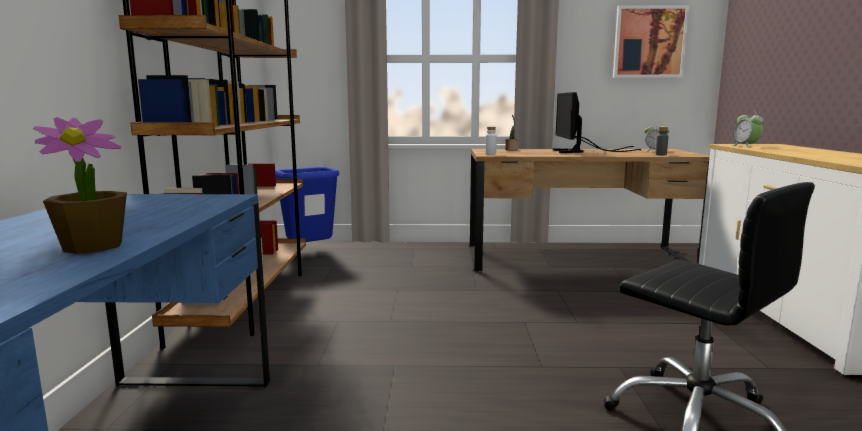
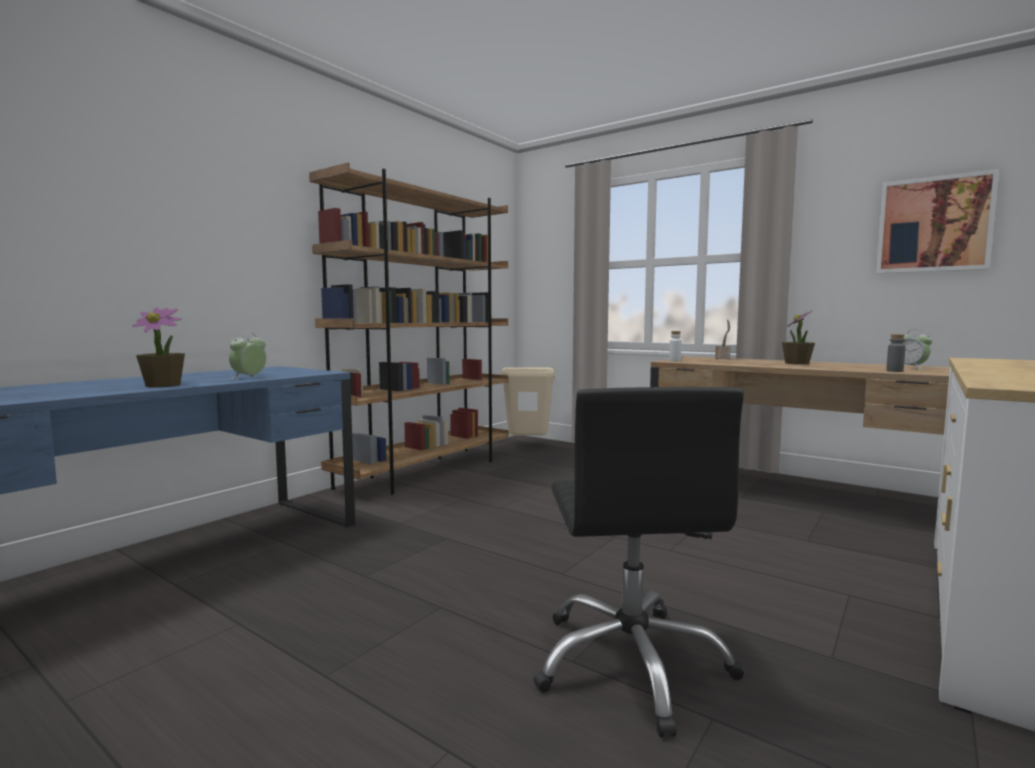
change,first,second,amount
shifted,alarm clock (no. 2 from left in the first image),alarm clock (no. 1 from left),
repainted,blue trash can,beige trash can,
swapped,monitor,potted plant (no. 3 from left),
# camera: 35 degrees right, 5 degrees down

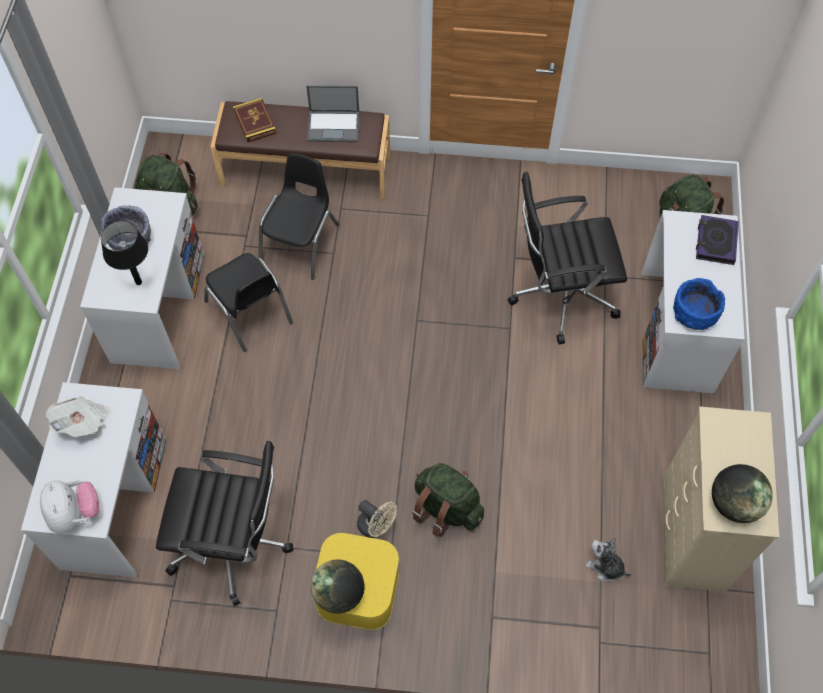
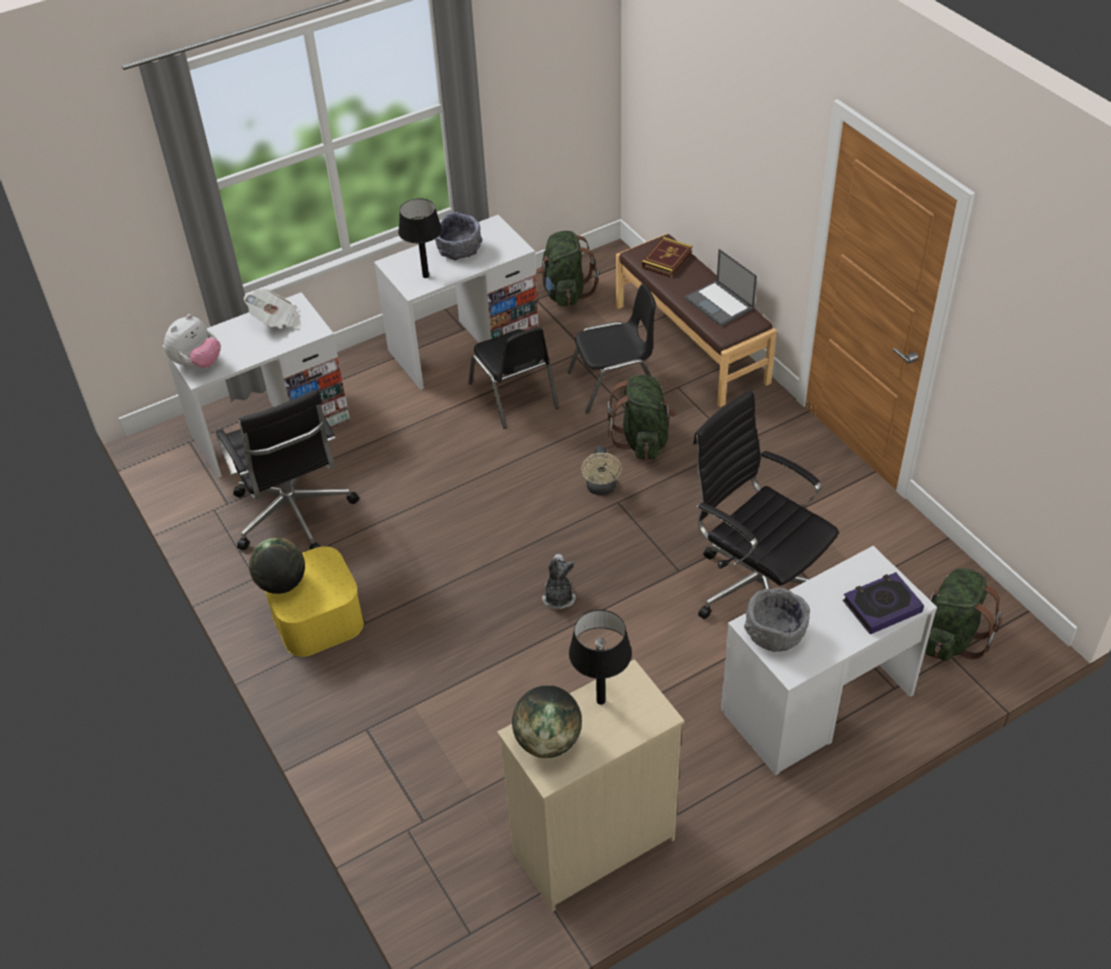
change,first,second,amount
rotated,black chair (no. 1 from left),,45 degrees counterclockwise
shifted,plush toy (no. 2 from left),,
new,,black table lamp (no. 2 from left),
shifted,beige fan,,
shifted,green backpack (no. 2 from left),,
repainted,blue bowl,grey bowl (no. 2 from left),
# camera: 55 degrees right, 15 degrees down

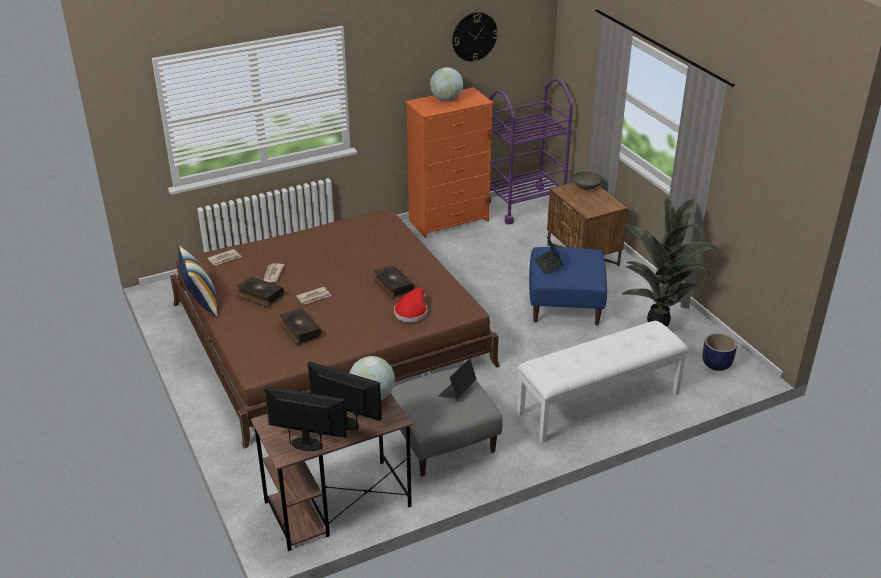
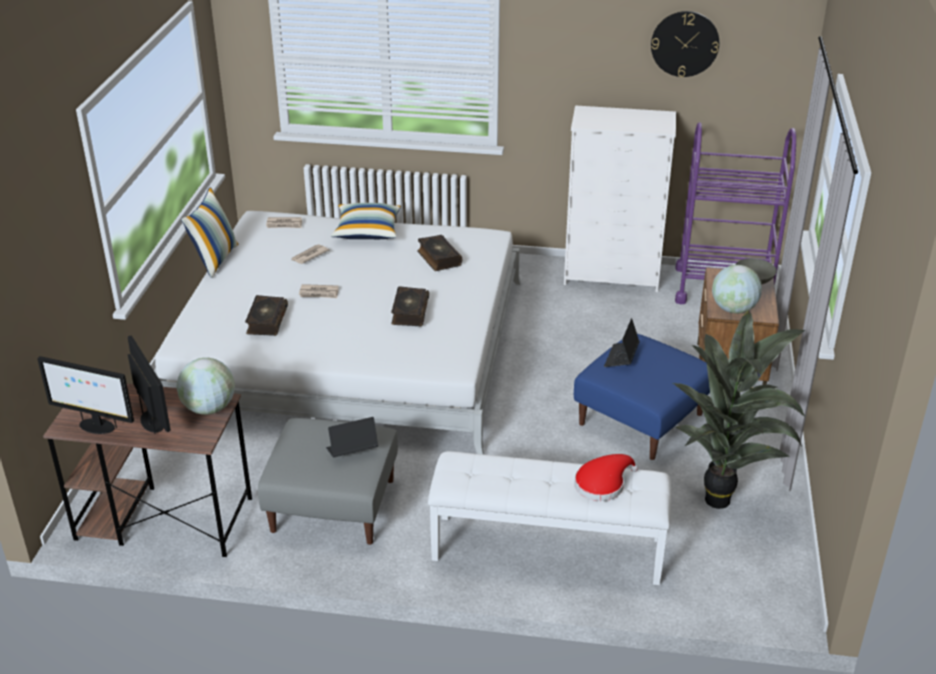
change,first,second,amount
rotated,monitor (no. 1 from left),,150 degrees clockwise
repainted,brown bed,white bed,
new,,pillow (no. 2 from left),
shifted,book (no. 1 from left in the first image),book (no. 3 from left),
repainted,orange dresser,white dresser,
shifted,red hat,,
shifted,globe (no. 2 from left),,
gone,planter,,
# camera: 35 degrees right, 0 degrees up

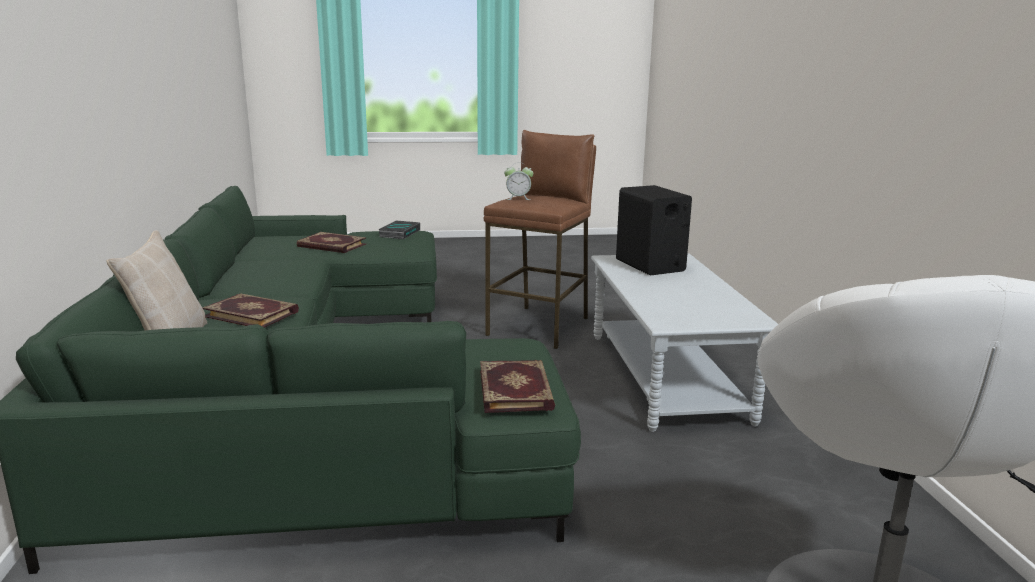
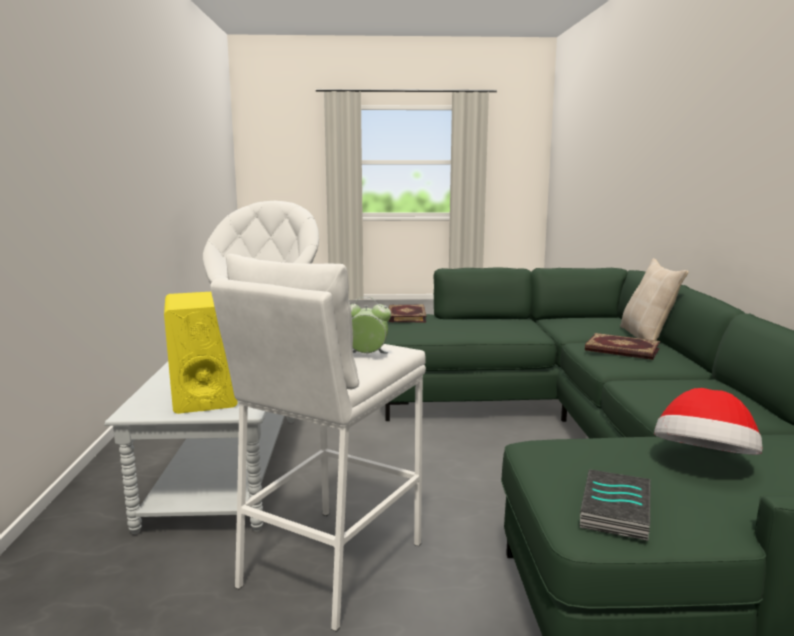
change,first,second,amount
repainted,black speaker,yellow speaker,
repainted,brown stool,white stool,
swapped,book (no. 2 from left),hat,
# camera: 175 degrees left, 5 degrees down

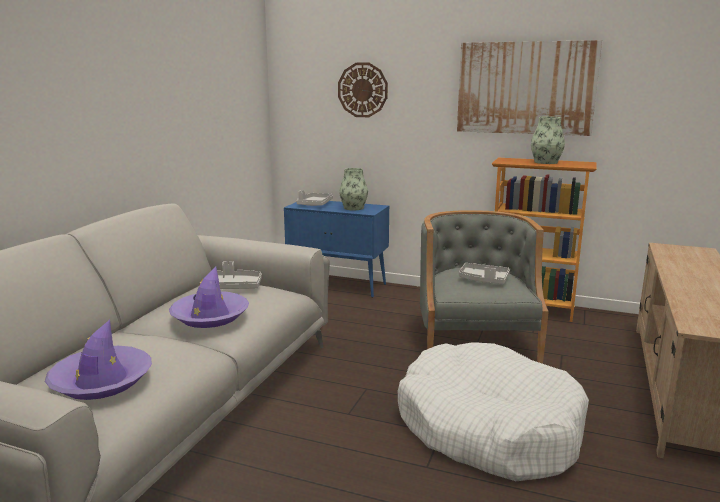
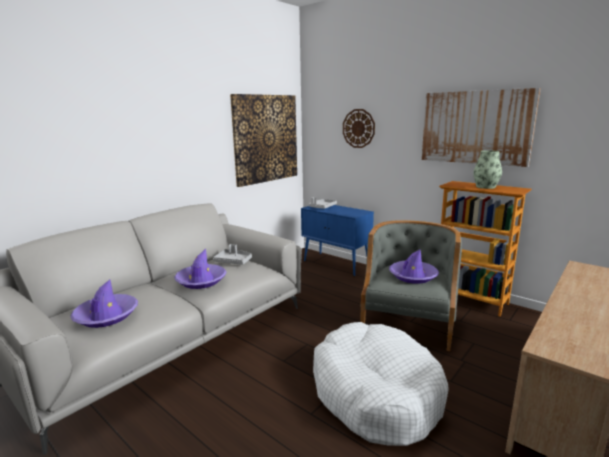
change,first,second,amount
new,,picture (no. 1 from left),
swapped,grey tray (no. 3 from left),purple hat (no. 3 from left),
gone,vase (no. 1 from left),,
# camera: 20 degrees right, 0 degrees up

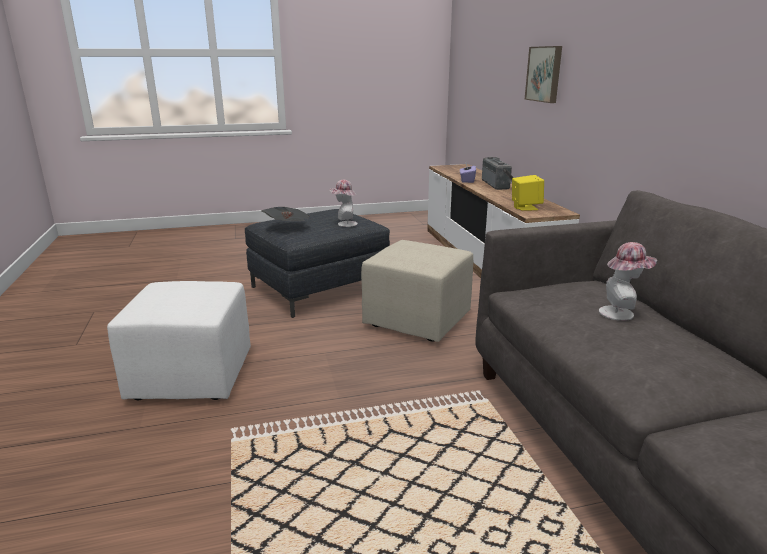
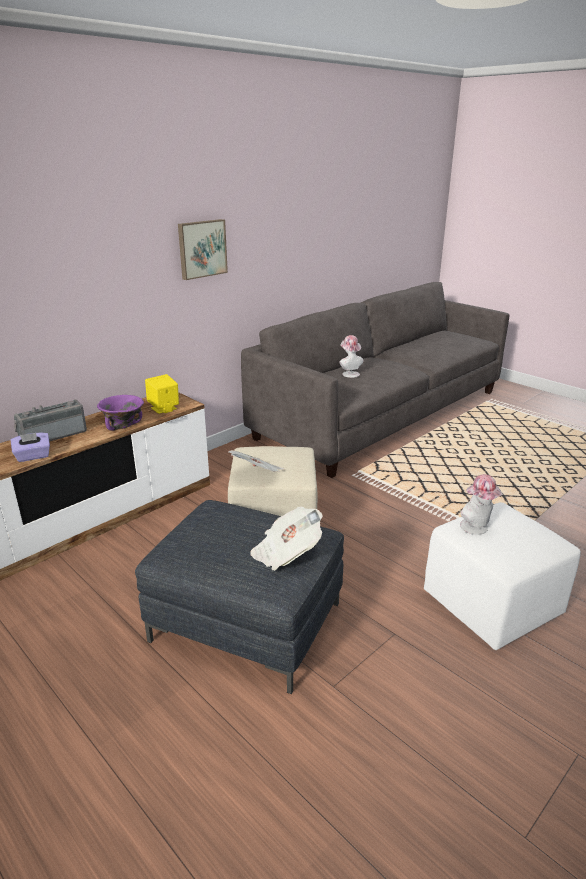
change,first,second,amount
new,,purple bowl,
shifted,picture,,
new,,newspaper (no. 1 from left),
shifted,hat (no. 1 from left in the first image),hat (no. 2 from left),
# camera: 120 degrees left, 5 degrees up

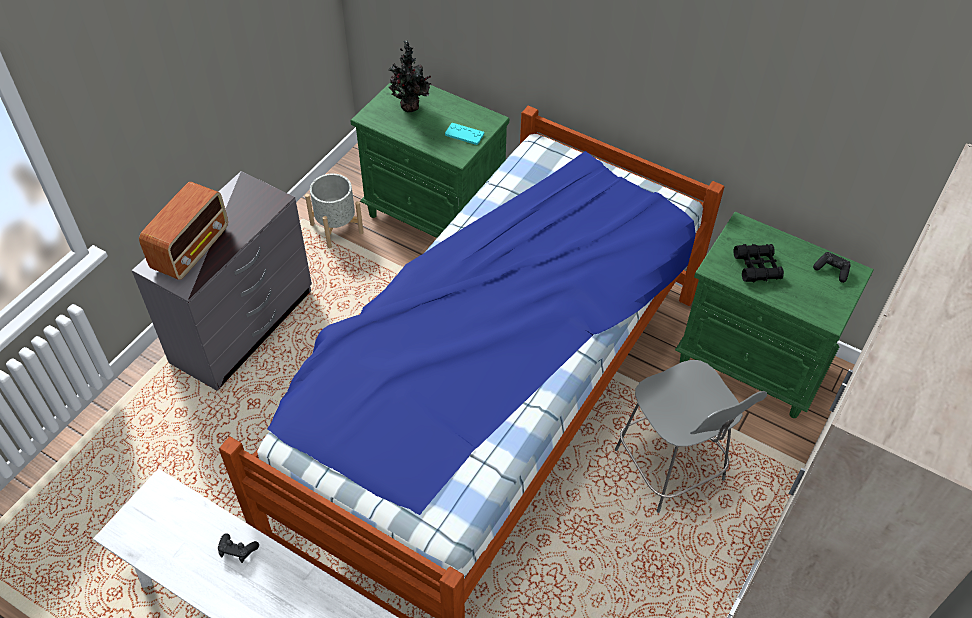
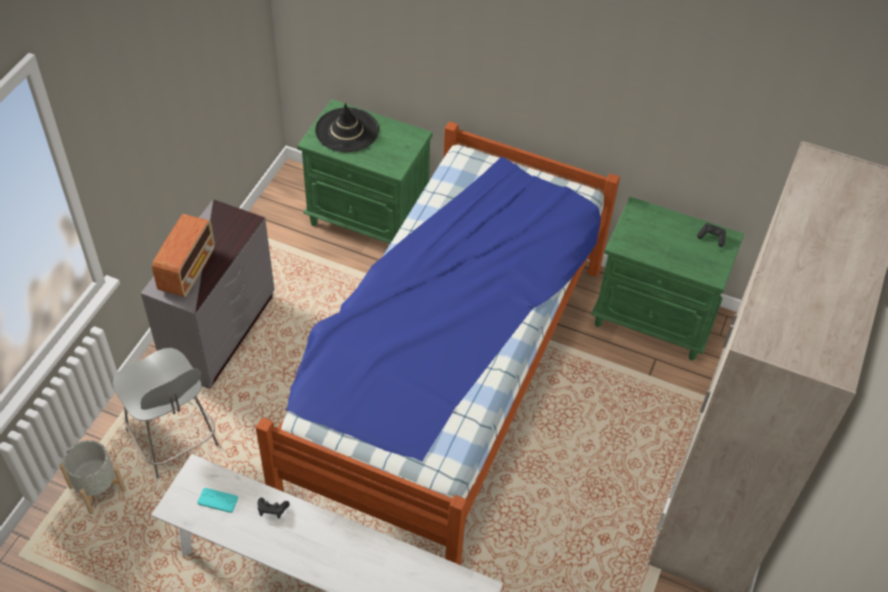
change,first,second,amount
shifted,grey planter,,
shifted,grey chair,,
shifted,turquoise game controller,,
swapped,potted plant,black hat,
gone,black binoculars,,
# camera: 10 degrees left, 0 degrees up

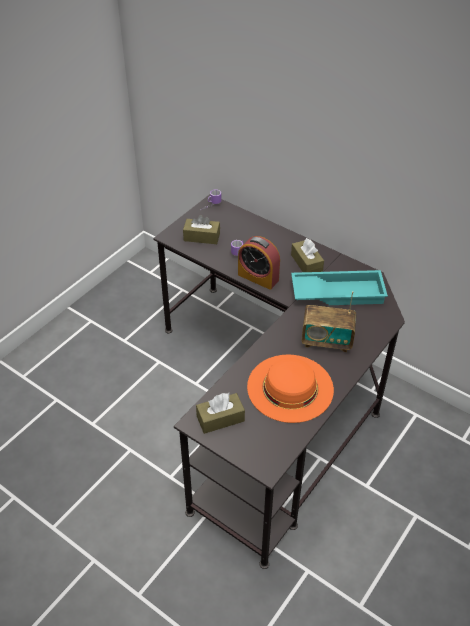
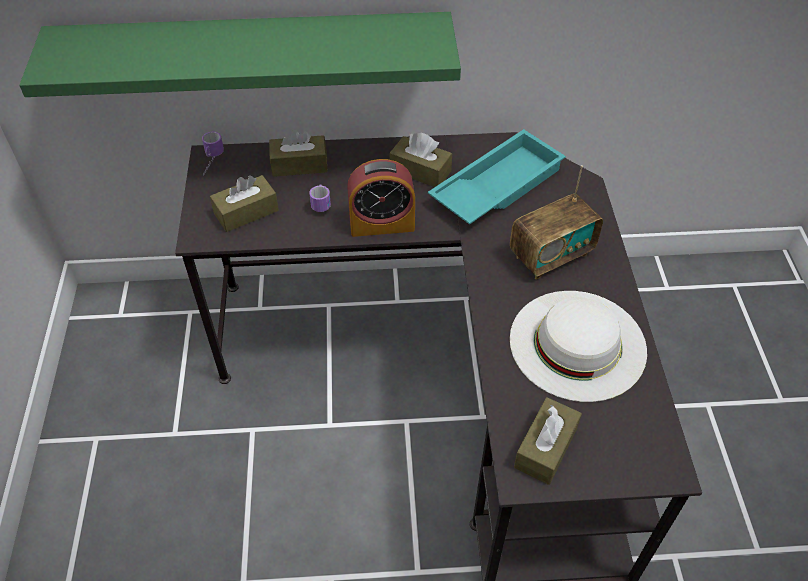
change,first,second,amount
new,,green shelf,
new,,brown tissue box (no. 2 from left),
repainted,orange hat,white hat,
# camera: 40 degrees left, 5 degrees up

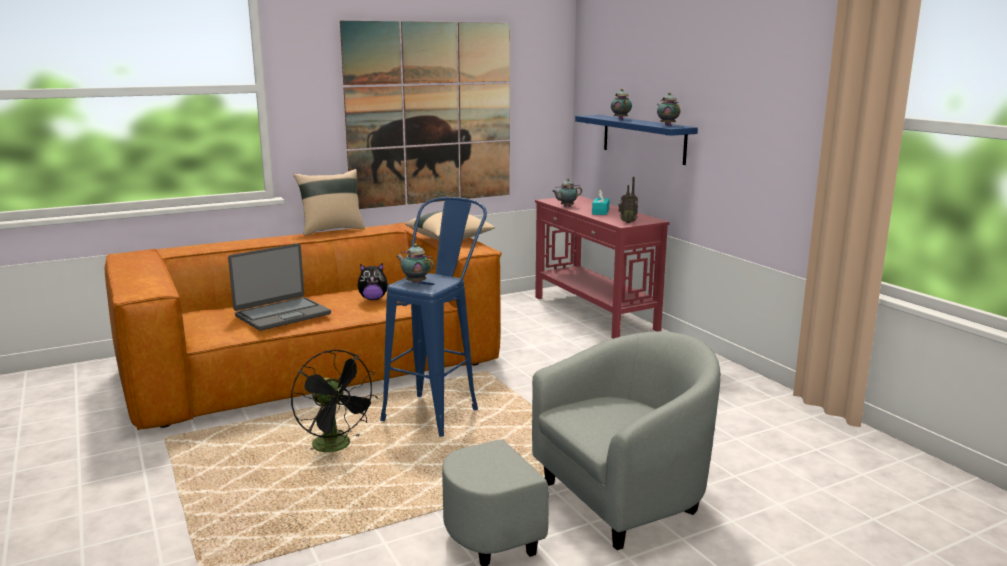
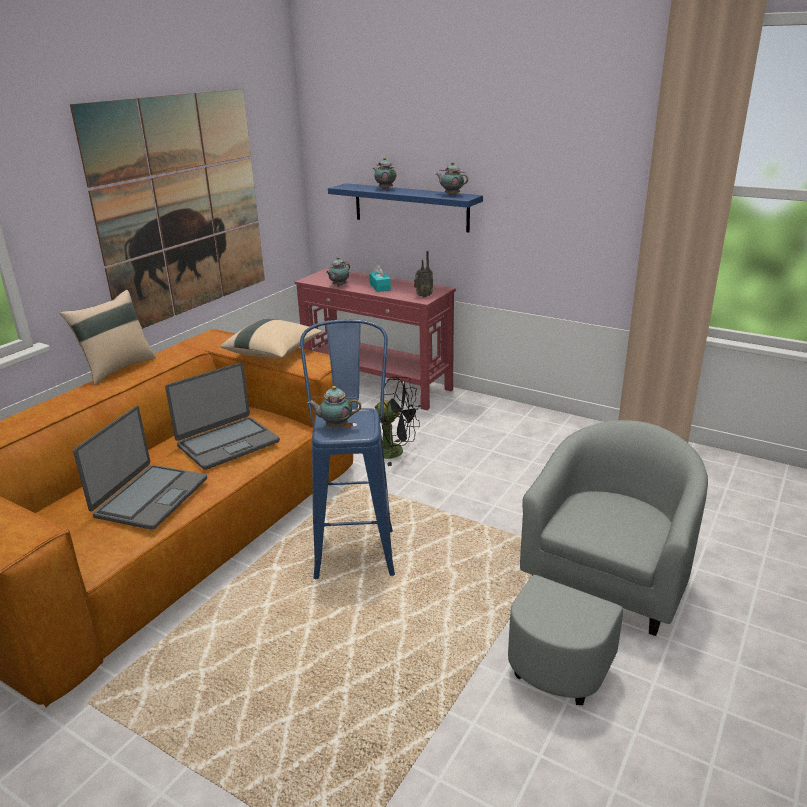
change,first,second,amount
swapped,plush toy,laptop (no. 2 from left),
shifted,black fan,,
# camera: 30 degrees left, 10 degrees up

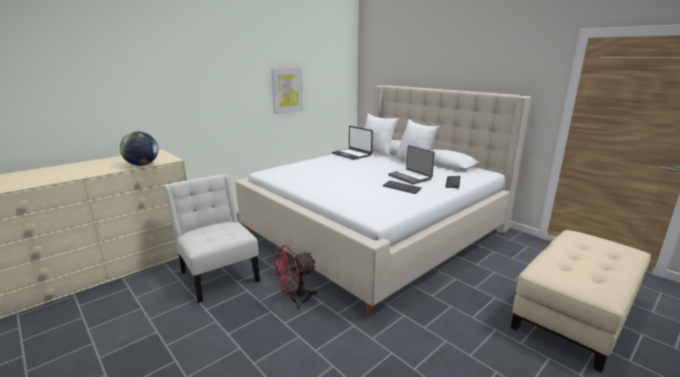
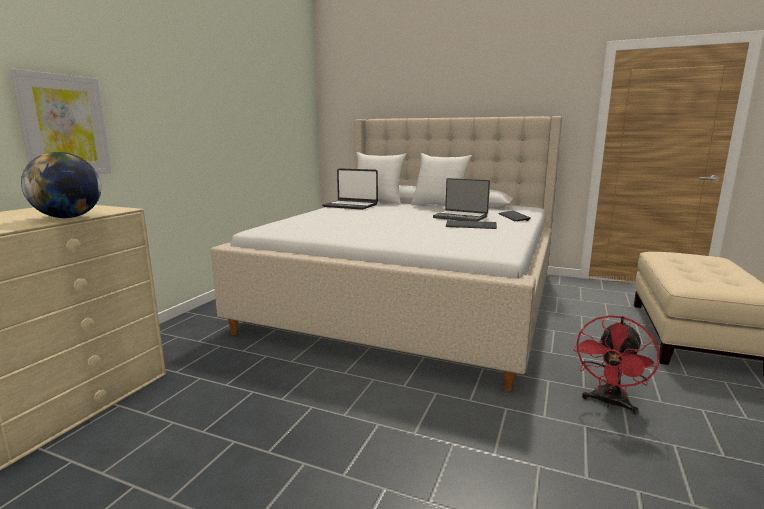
change,first,second,amount
shifted,picture,,
shifted,red fan,,
gone,white chair,,
# camera: 25 degrees left, 5 degrees down

